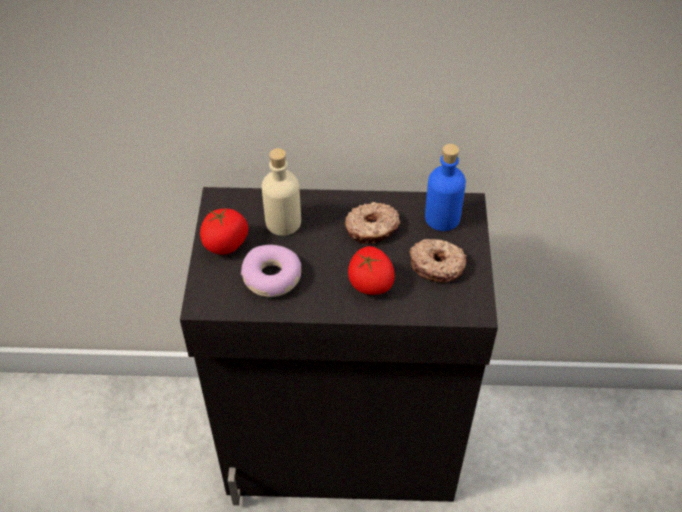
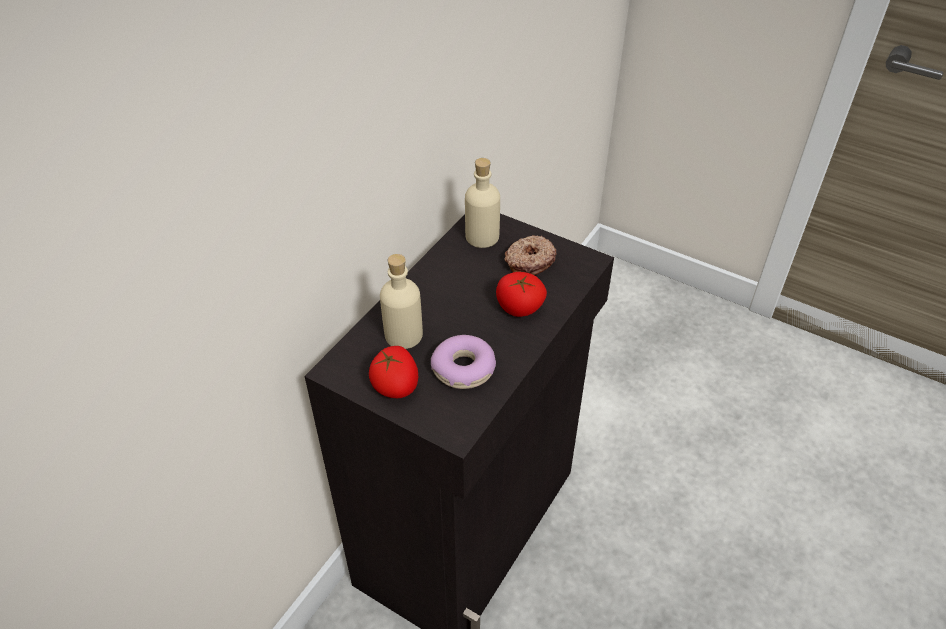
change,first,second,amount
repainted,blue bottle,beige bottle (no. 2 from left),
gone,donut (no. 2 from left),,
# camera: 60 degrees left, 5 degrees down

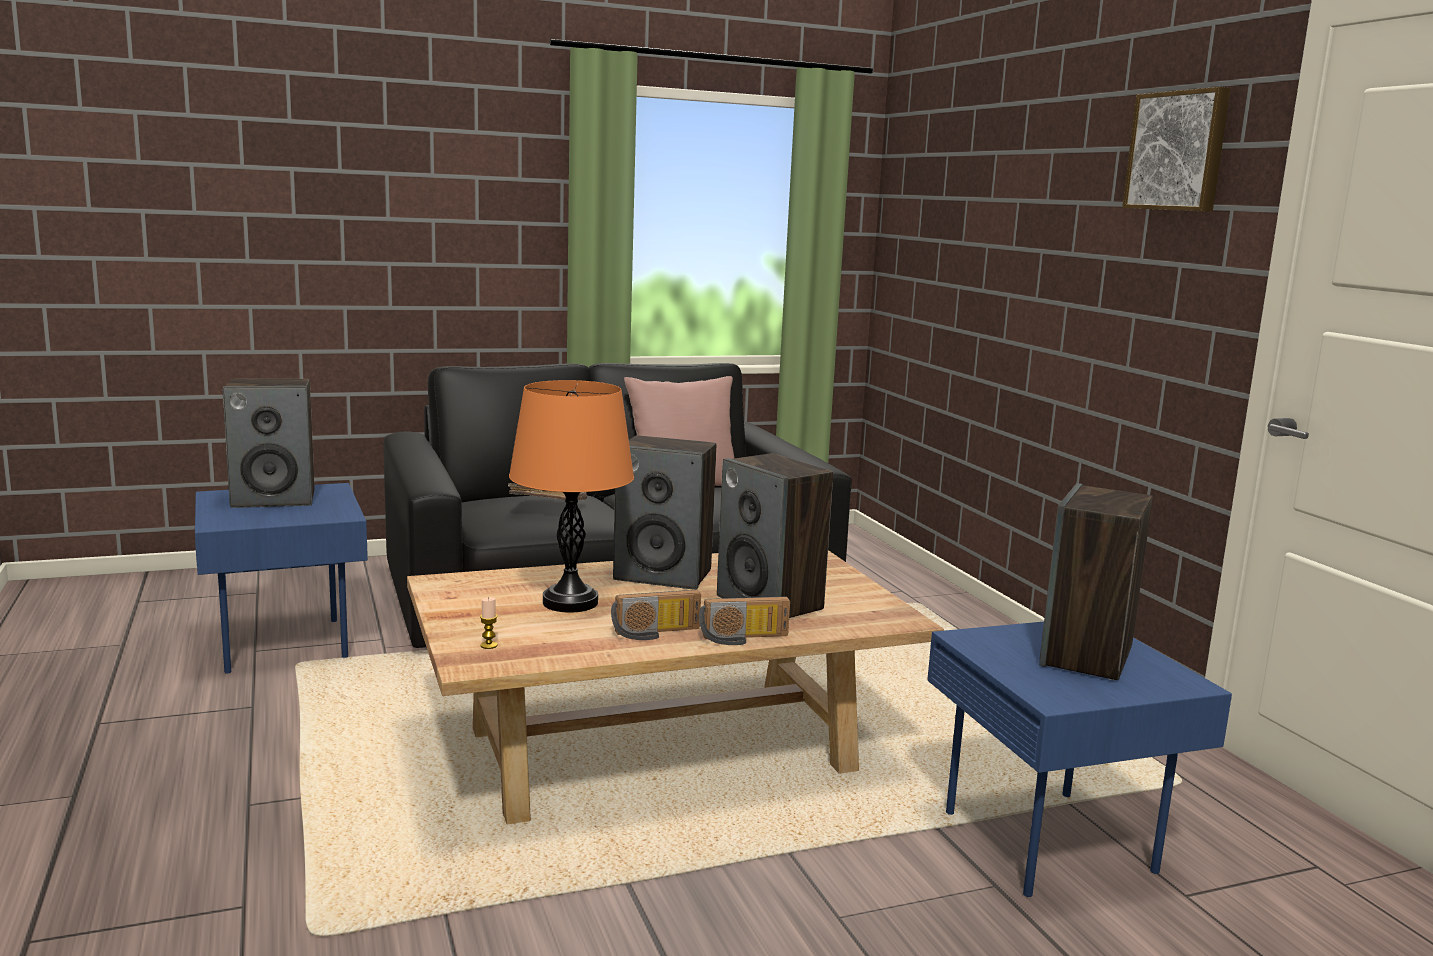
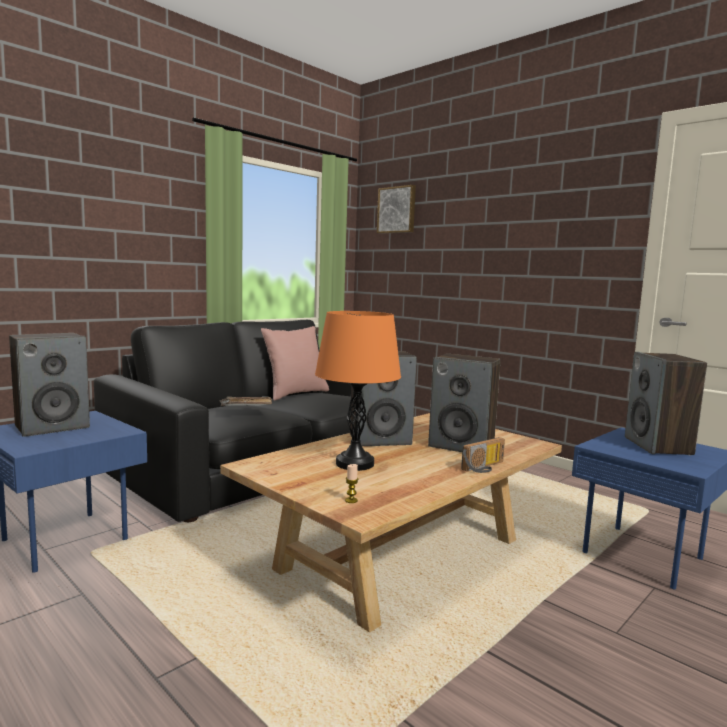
change,first,second,amount
shifted,picture,,
gone,radio (no. 1 from left),,
# camera: 25 degrees left, 5 degrees down

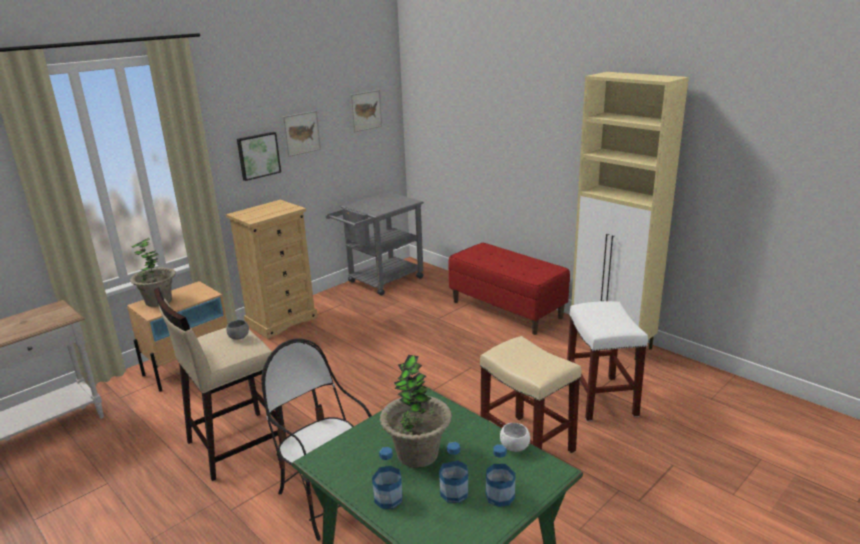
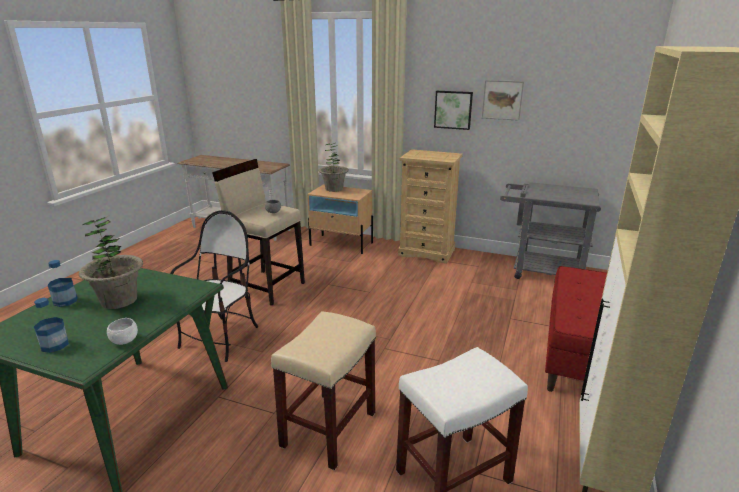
change,first,second,amount
gone,picture (no. 3 from left),,
gone,bottle (no. 2 from left),,
# camera: 65 degrees right, 0 degrees up

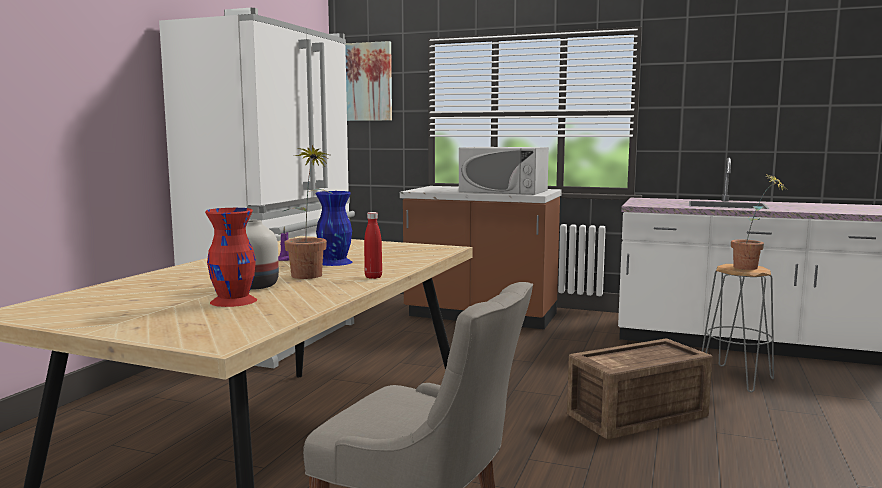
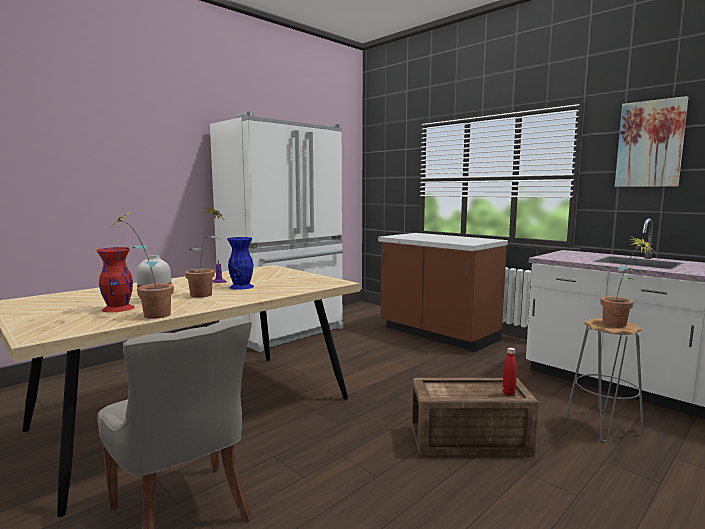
change,first,second,amount
new,,potted plant (no. 1 from left),
shifted,red bottle,,
shifted,picture,,
gone,white microwave,,
# camera: 25 degrees right, 0 degrees up

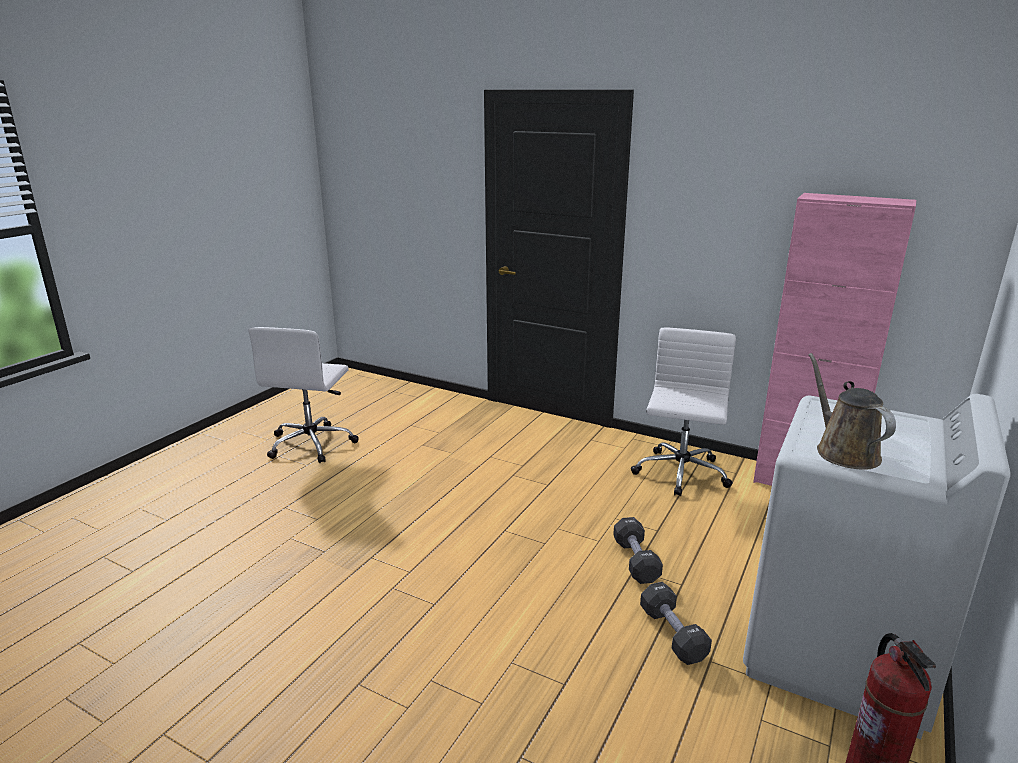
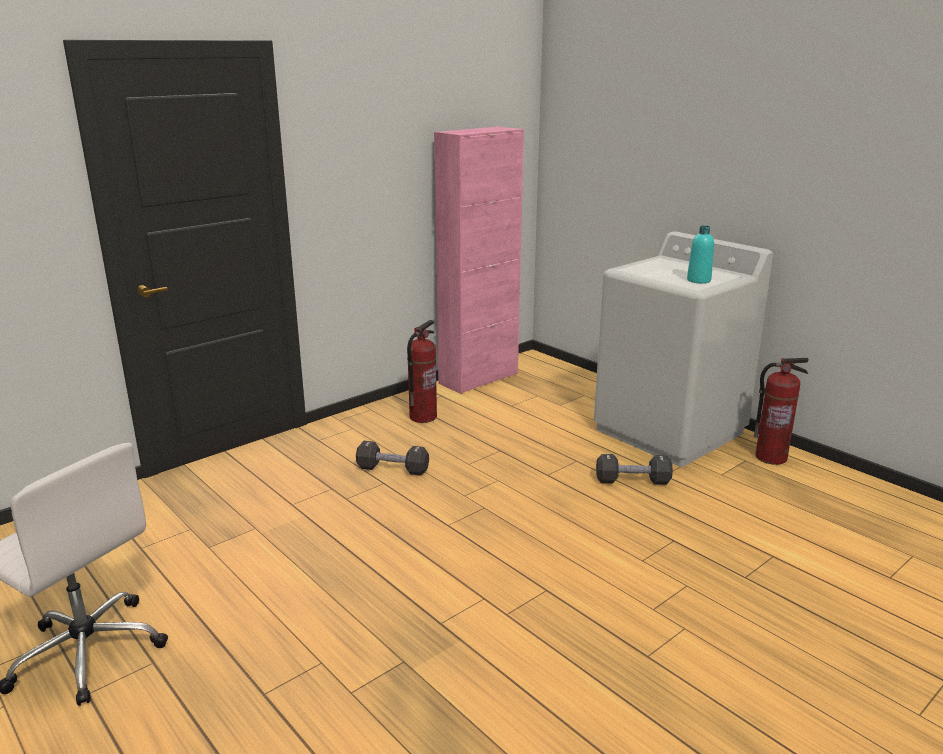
change,first,second,amount
shifted,black dumbbell (no. 1 from left),,
swapped,white office chair (no. 2 from left),fire extinguisher (no. 1 from left),
swapped,brown watering can,turquoise bottle,
# camera: 70 degrees left, 0 degrees up

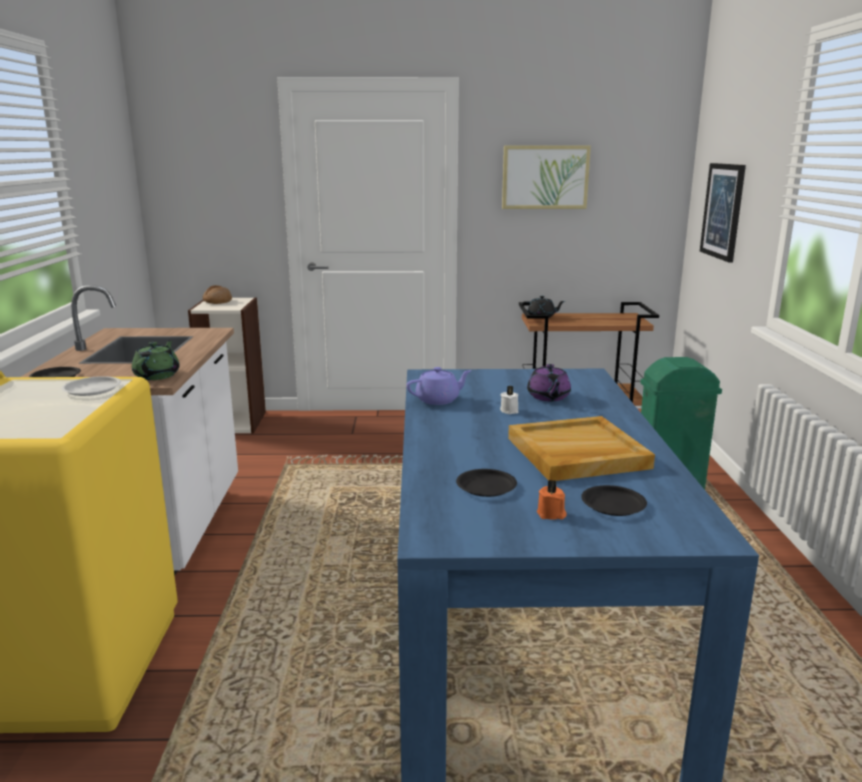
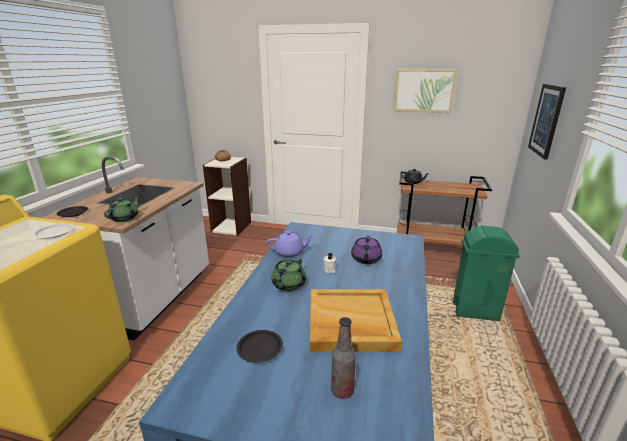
change,first,second,amount
new,,green teapot (no. 2 from left),
swapped,black plate (no. 3 from left),bottle,
gone,orange candle,,
# camera: 15 degrees right, 5 degrees up

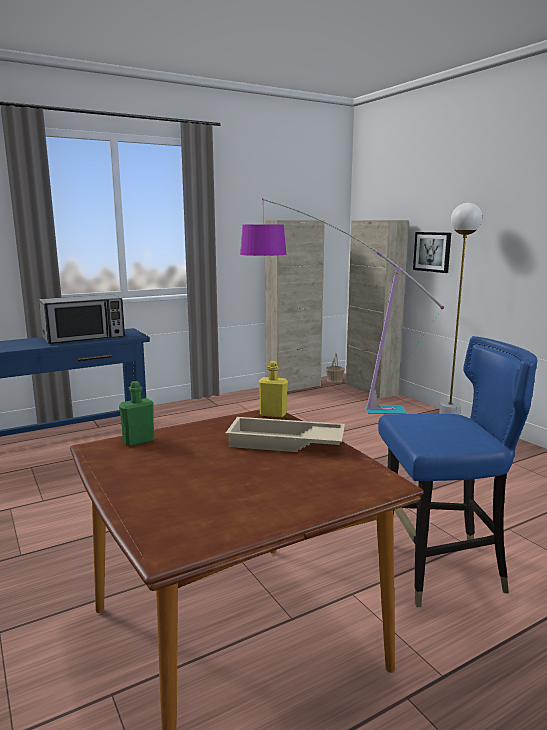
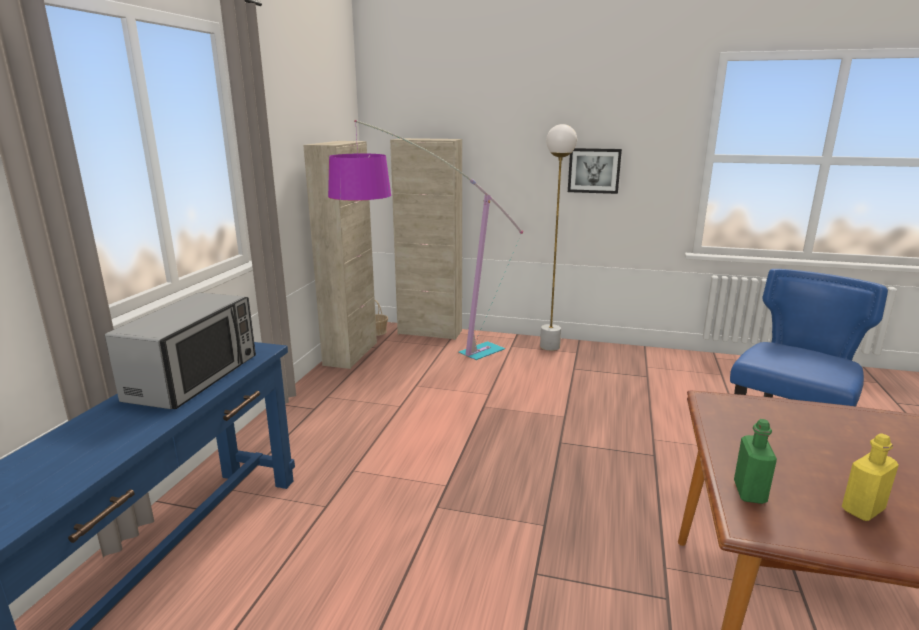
change,first,second,amount
shifted,picture,,
shifted,yellow bottle,,
gone,beige tray,,
# camera: 45 degrees left, 5 degrees up

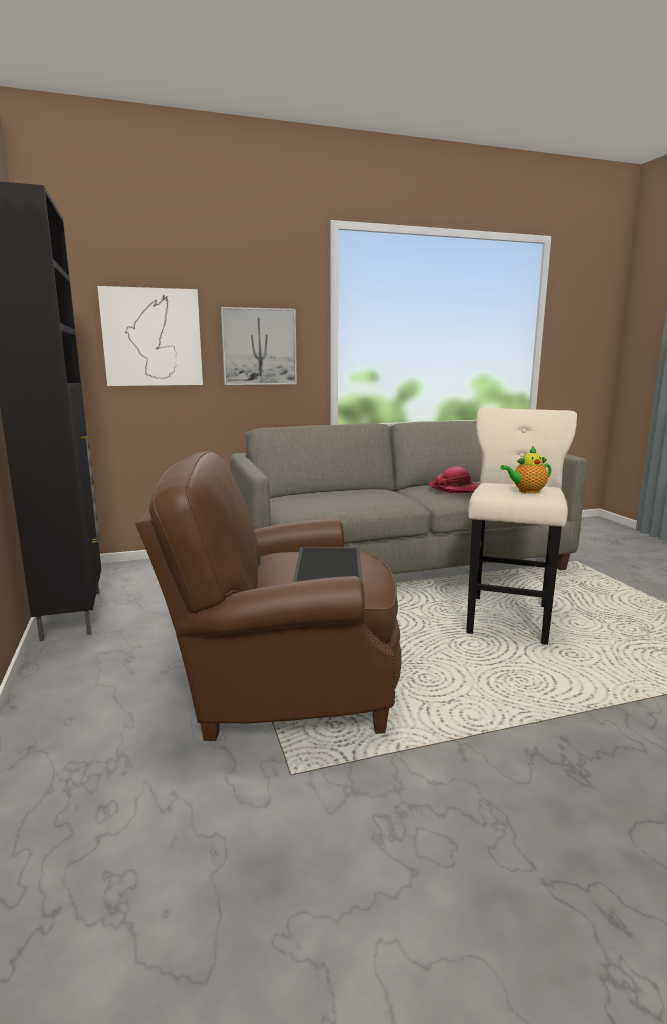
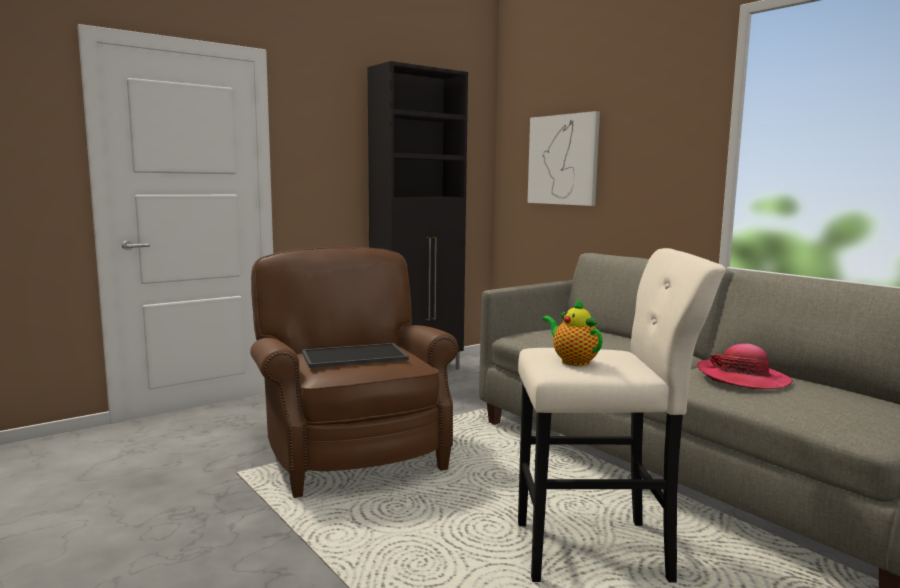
change,first,second,amount
gone,picture (no. 2 from left),,
# camera: 70 degrees right, 5 degrees down

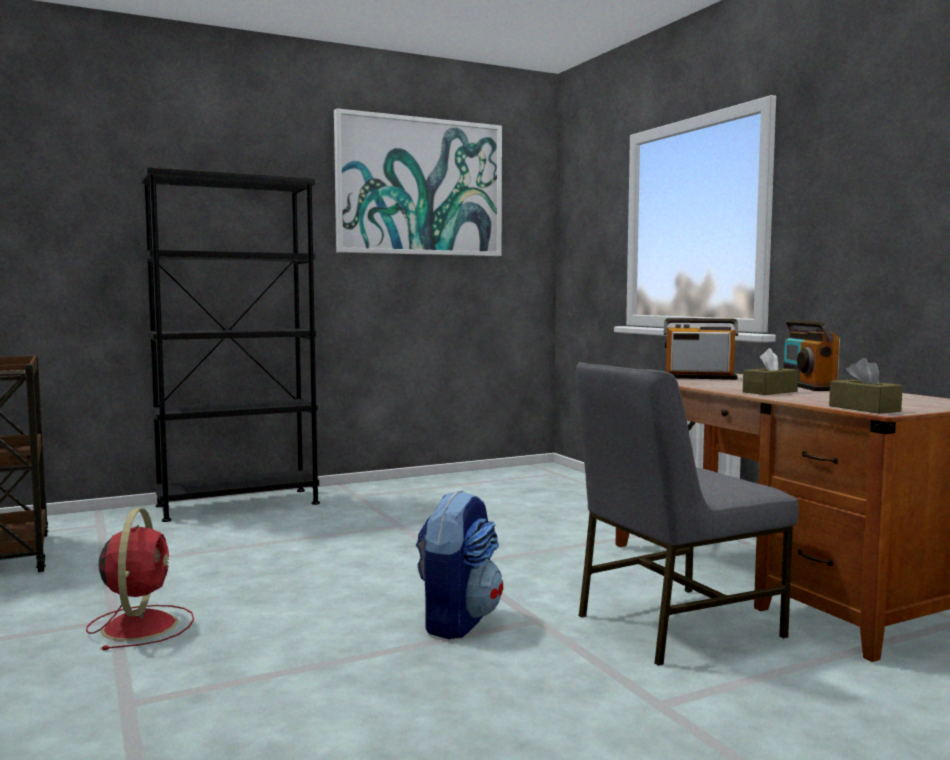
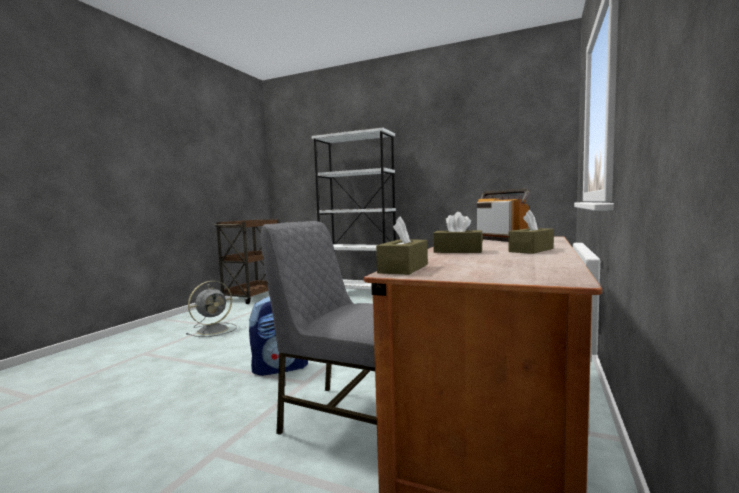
change,first,second,amount
repainted,red fan,grey fan,
repainted,black bookcase,white bookcase,
swapped,radio (no. 2 from left),brown tissue box (no. 3 from left),
gone,picture,,
# camera: 50 degrees right, 0 degrees up

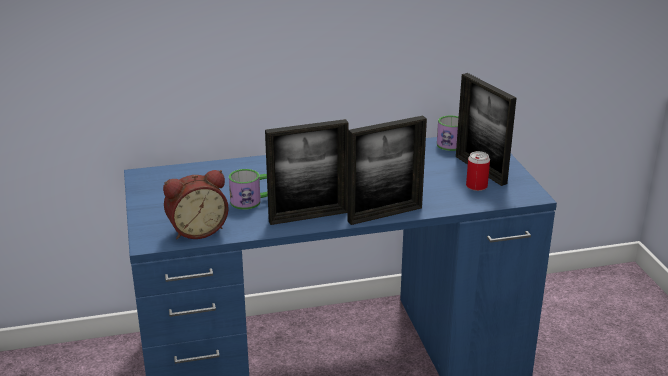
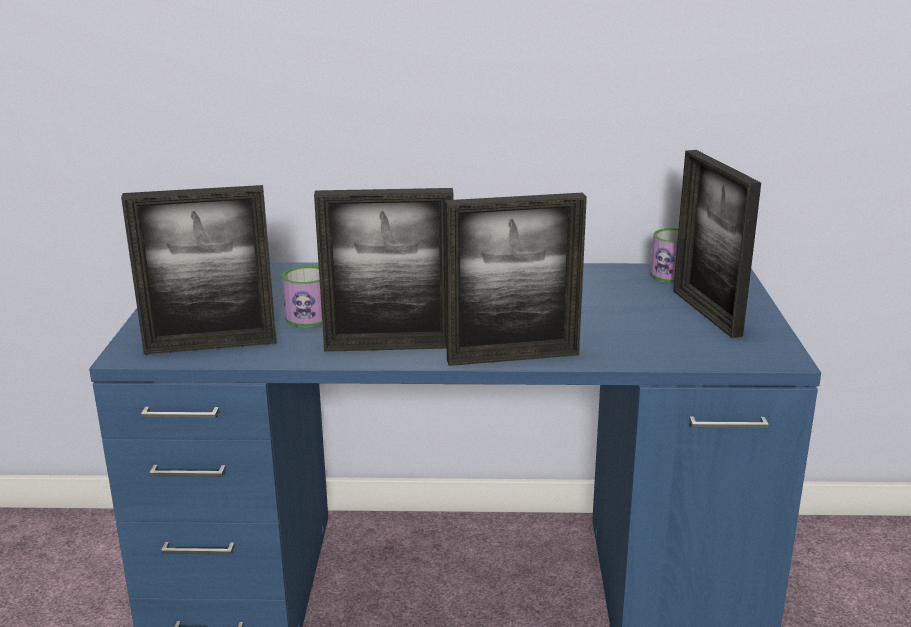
change,first,second,amount
swapped,alarm clock,picture frame (no. 1 from left),
gone,can,,
# camera: 15 degrees right, 5 degrees down

